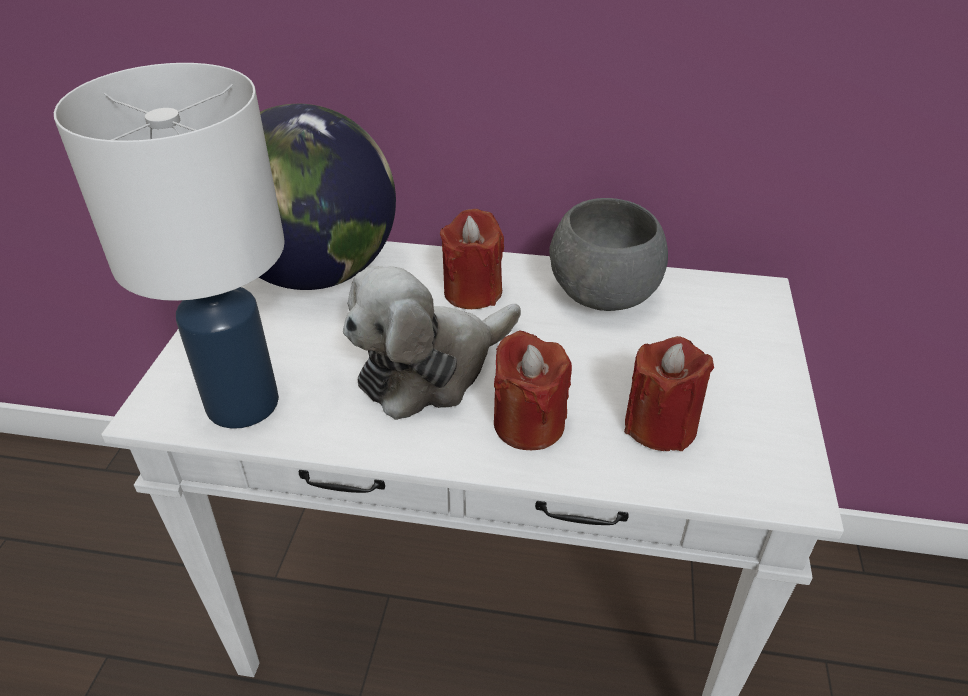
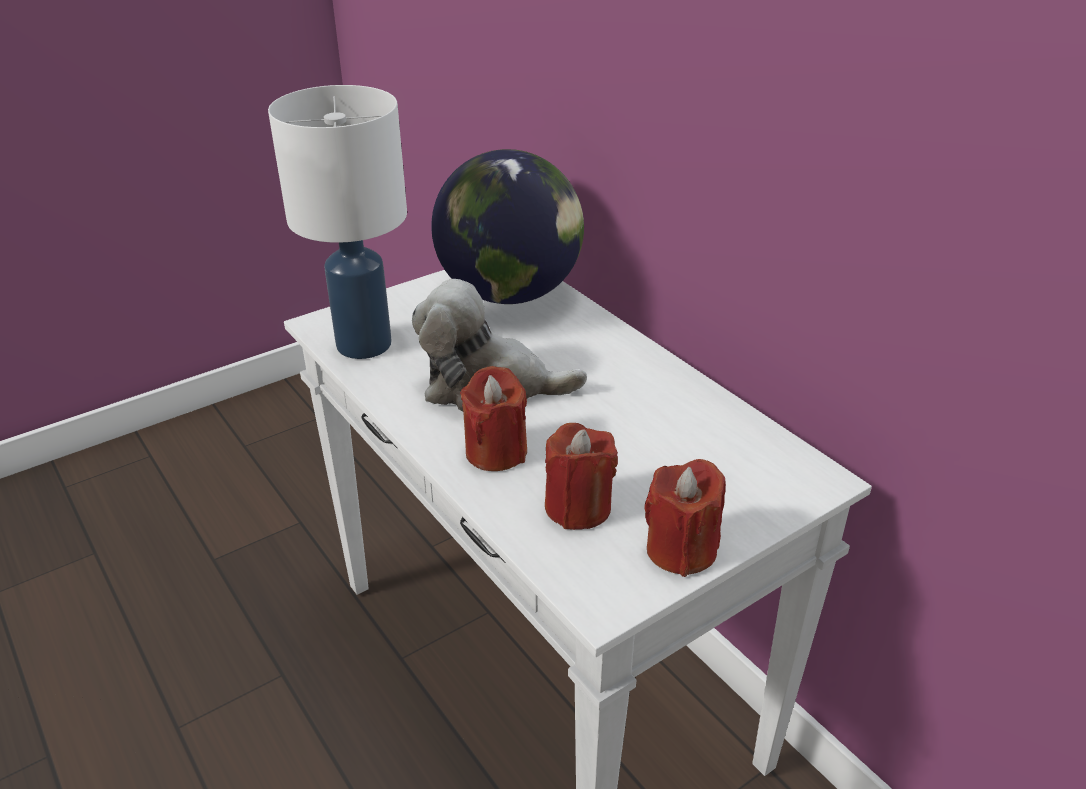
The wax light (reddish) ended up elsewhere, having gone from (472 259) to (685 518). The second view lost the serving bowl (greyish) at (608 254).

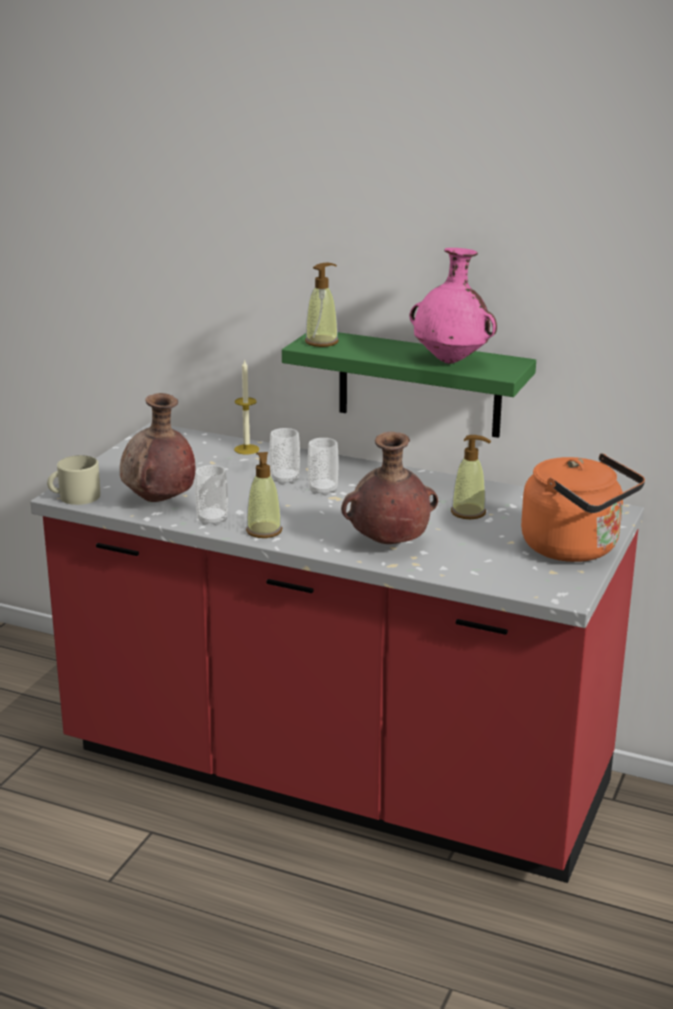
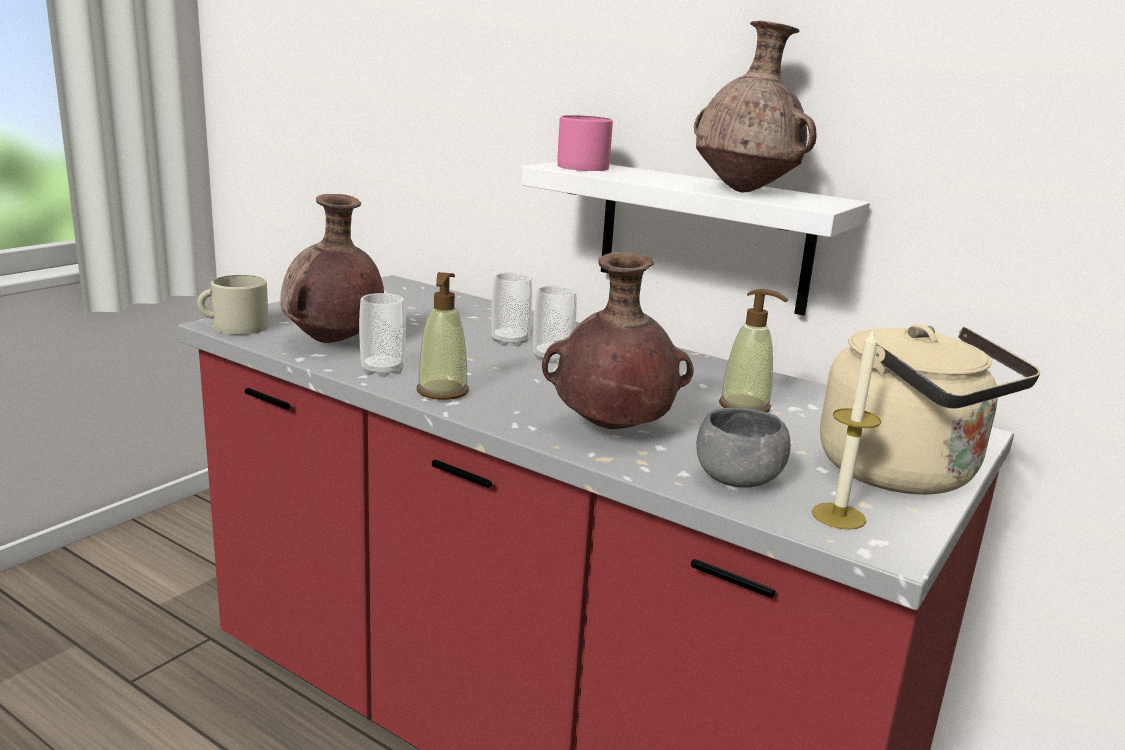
What was the bracket shelf (green-coloured) at (409 385) turned into the bracket shelf (white) at (696 239). Where the soap bottle stood at (322 304), the mug (pink-coloured) came to stand at (585 143). What was the decorative vase (pink-coloured) at (453 306) turned into the decorative vase (brown) at (755 107). The second view gained the serving bowl (greyish) at (743 448). The wax light ended up elsewhere, having gone from (246 407) to (846 428). What was the tea kettle (orange) at (583 507) turned into the tea kettle (beige) at (930 409).

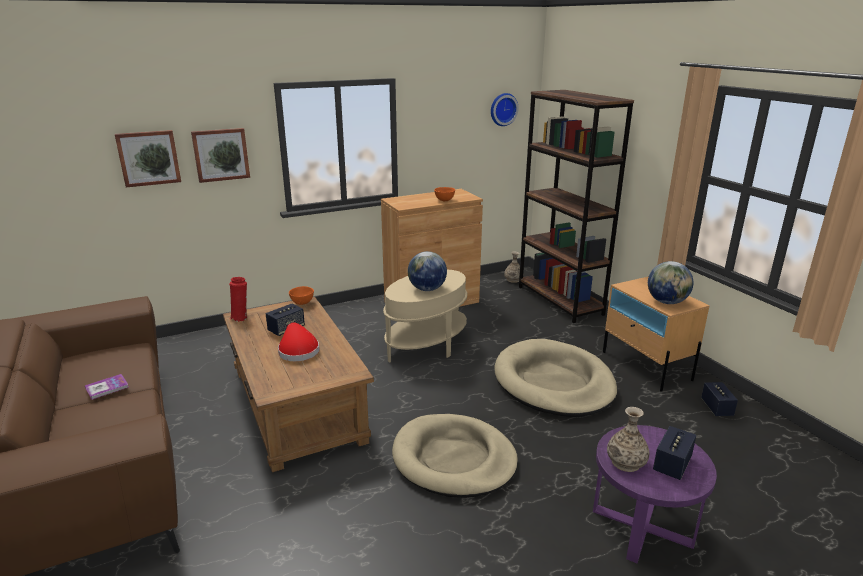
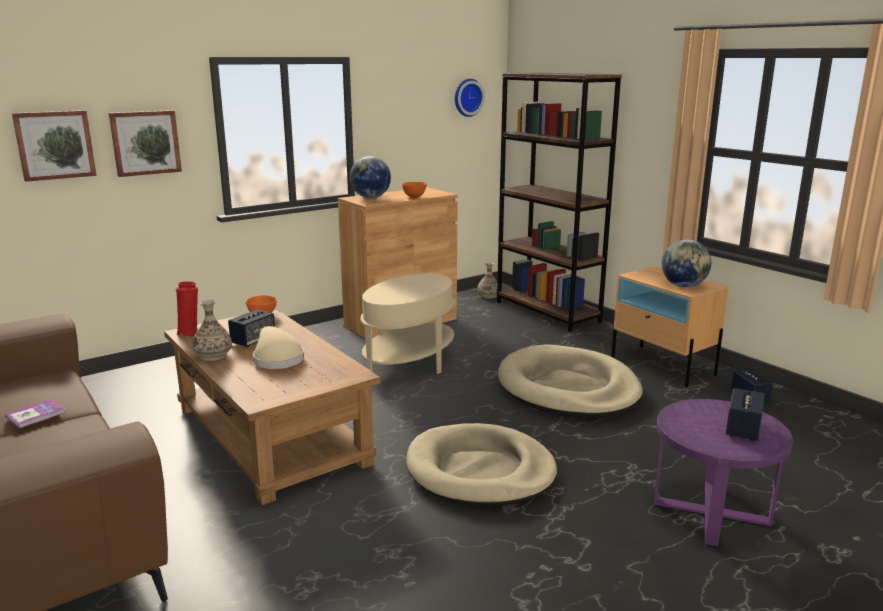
The decorative vase ended up elsewhere, having gone from (628 439) to (212 330). What was the wearable hat (reddish) at (299 341) turned into the wearable hat (beige) at (278 347). The globe ended up elsewhere, having gone from (427 271) to (370 177).

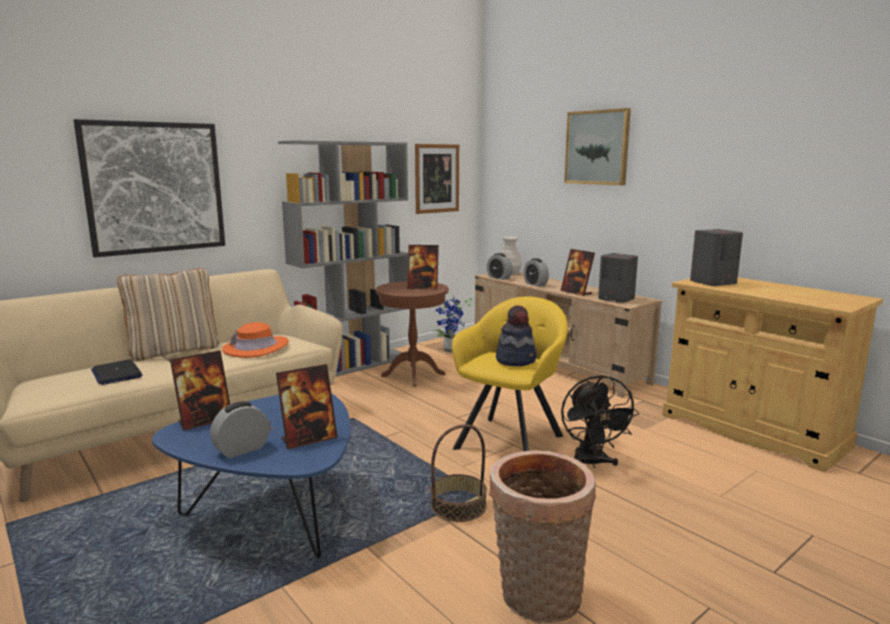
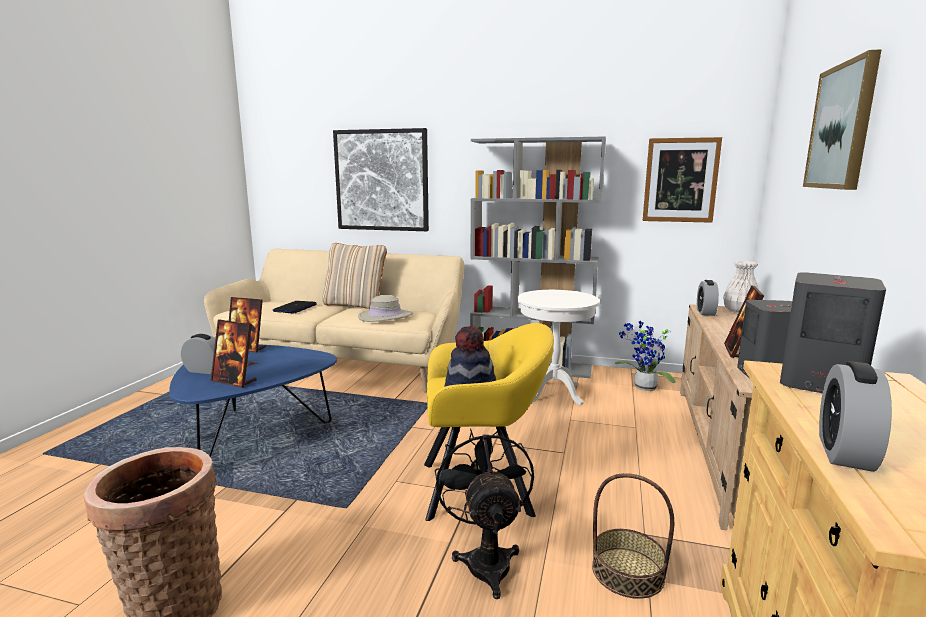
What was the wearable hat (orange) at (255 340) turned into the wearable hat (beige) at (385 308). The fan (black) at (600 421) ended up facing another way, 120 degrees clockwise from before. What was the side table (brown) at (412 334) turned into the side table (white) at (559 347). The household basket ended up elsewhere, having gone from (458 473) to (633 536). The alarm clock ended up elsewhere, having gone from (536 272) to (855 416). The second view lost the standing frame at (423 267).

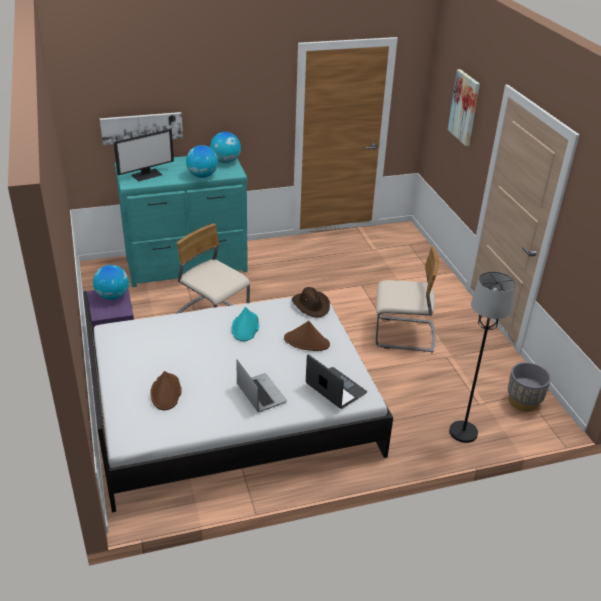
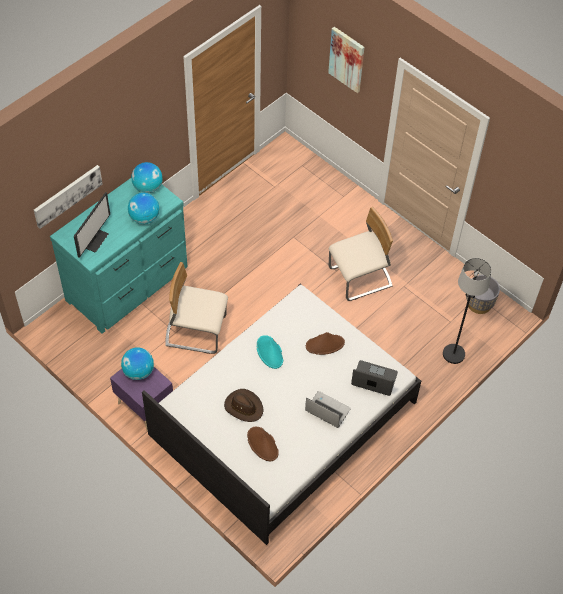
The wearable hat (brown) ended up elsewhere, having gone from (311 302) to (244 405).

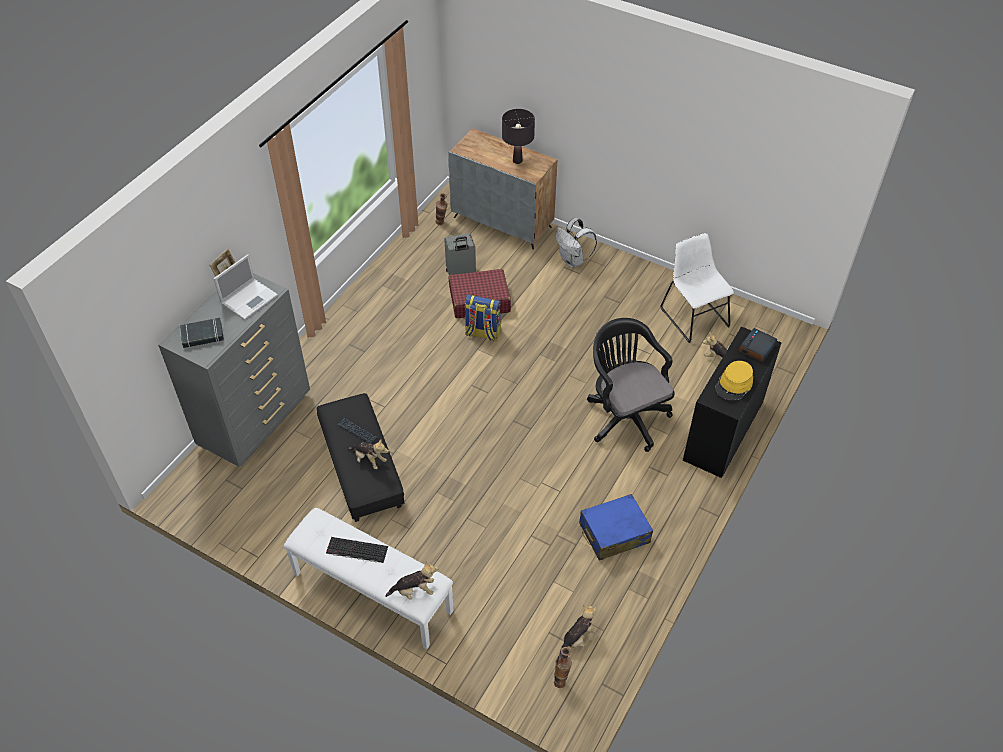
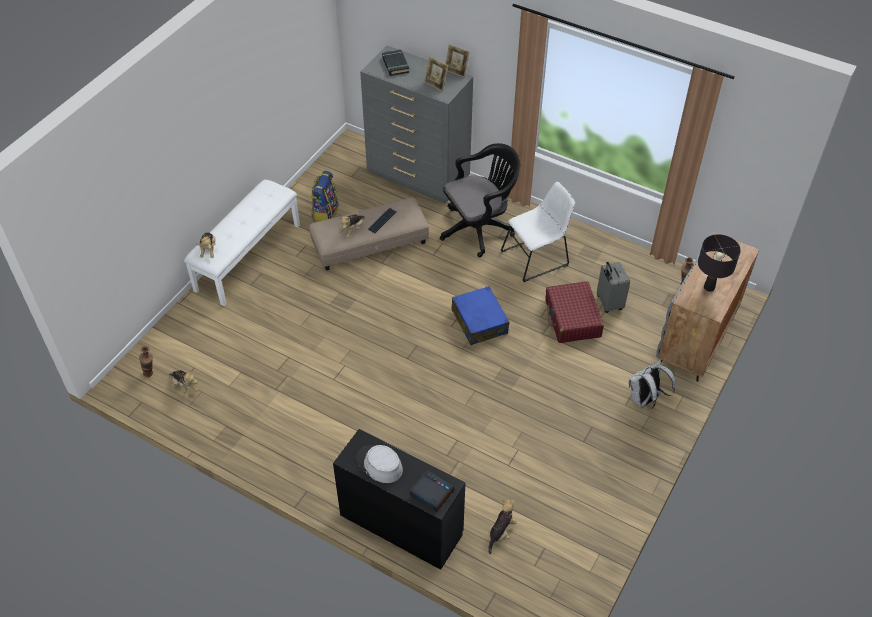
What was the footrest (black) at (360 457) turned into the footrest (beige) at (369 234). The backpack ended up elsewhere, having gone from (483 318) to (324 196). What was the wearable hat (yellowish) at (734 381) turned into the wearable hat (greyish) at (380 464). Where the notebook computer stood at (245 287), the standing frame came to stand at (436 73). The desk chair (black) ended up elsewhere, having gone from (631 385) to (480 200). The travel case (blue) ended up elsewhere, having gone from (616 527) to (480 315). The plain chair (white) ended up elsewhere, having gone from (697 288) to (538 232). The second view lost the computer keyboard at (357 550).

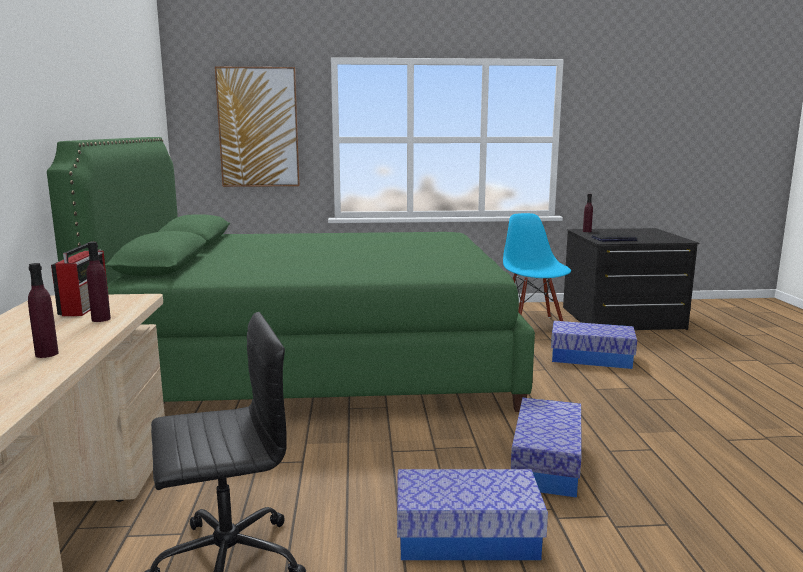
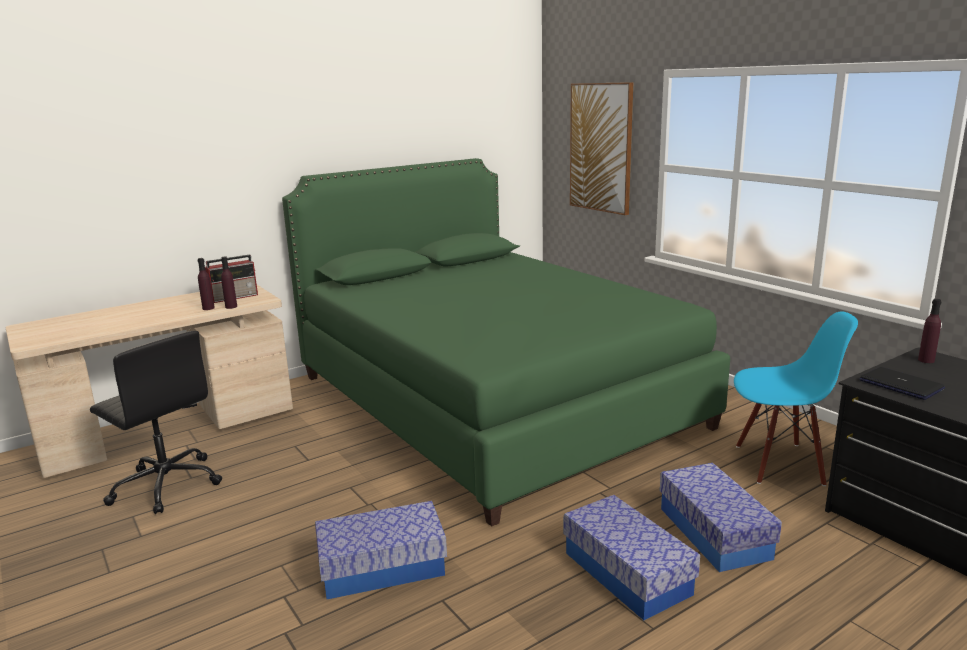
The drink bottle (purplish) ended up elsewhere, having gone from (43 310) to (229 283). The storage box ended up elsewhere, having gone from (472 514) to (632 557). The plain chair (blue) at (537 267) ended up facing another way, 45 degrees clockwise from before.

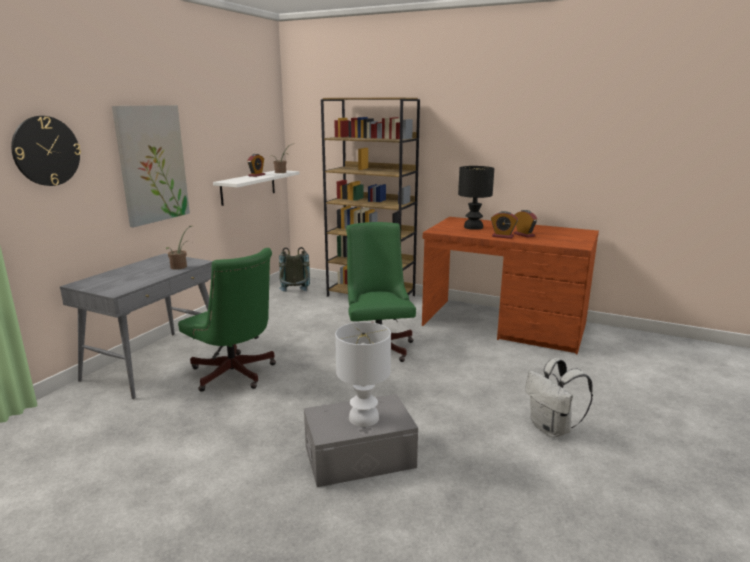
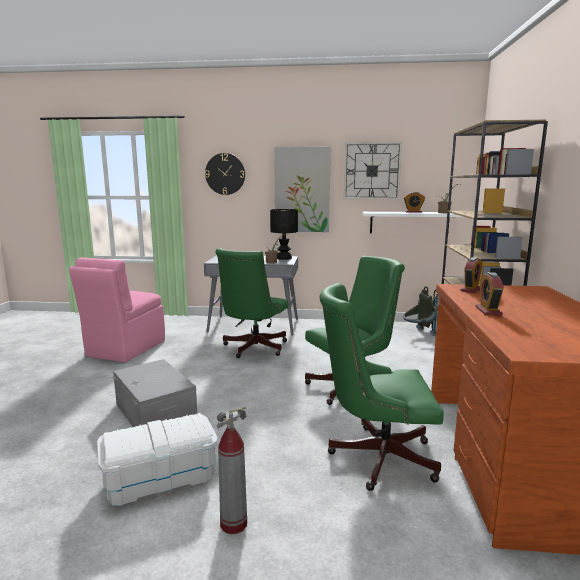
The second view gained the plain chair (pink-coloured) at (117 309). The second view gained the storage box (white) at (157 459). Where the backpack (white) stood at (559 398), the fire extinguisher came to stand at (232 470). The tabletop lamp (black) ended up elsewhere, having gone from (476 198) to (284 234). The second view gained the desk chair (green-coloured) at (381 387). The second view gained the hanging clock at (372 171). The alarm clock ended up elsewhere, having gone from (525 224) to (471 275). The second view lost the tabletop lamp (white) at (363 374).

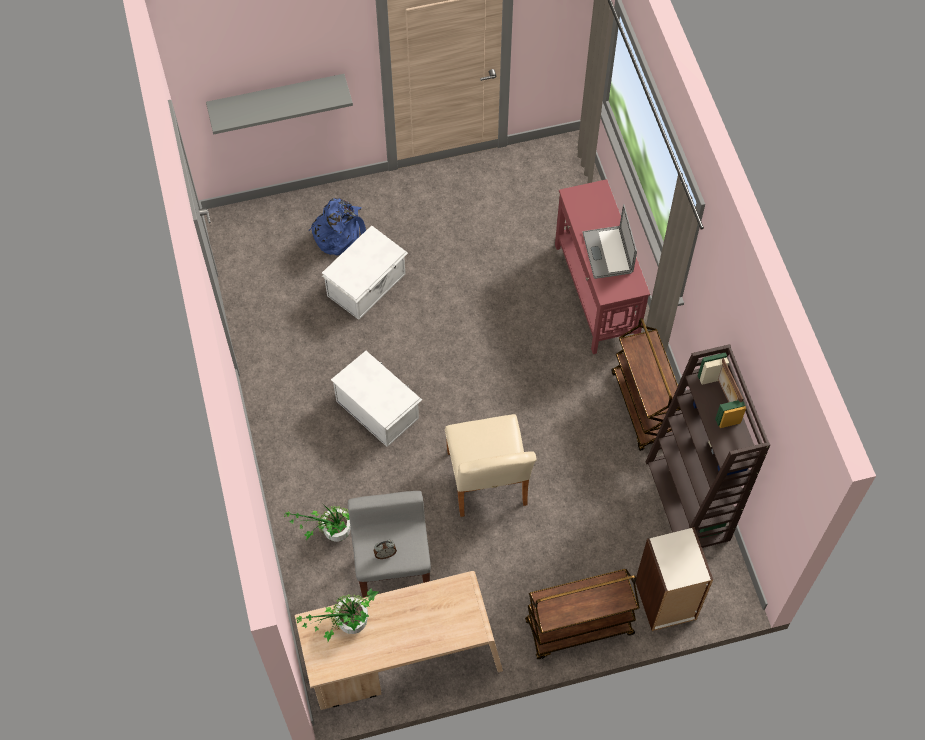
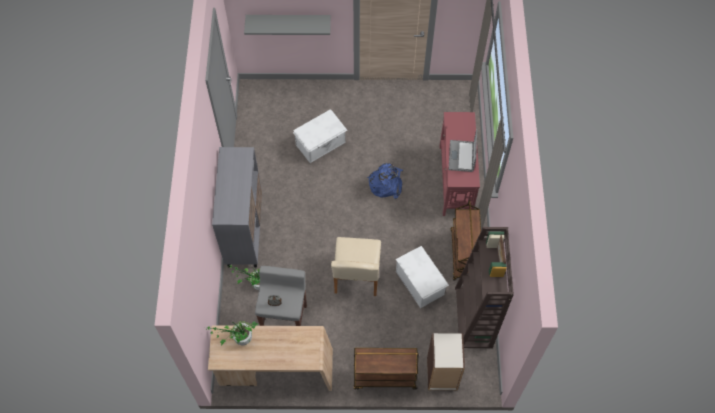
The second view gained the cupboard (greyish) at (237 207). The backpack (blue) ended up elsewhere, having gone from (337 227) to (385 181). The storage box (white) ended up elsewhere, having gone from (376 399) to (422 277).

